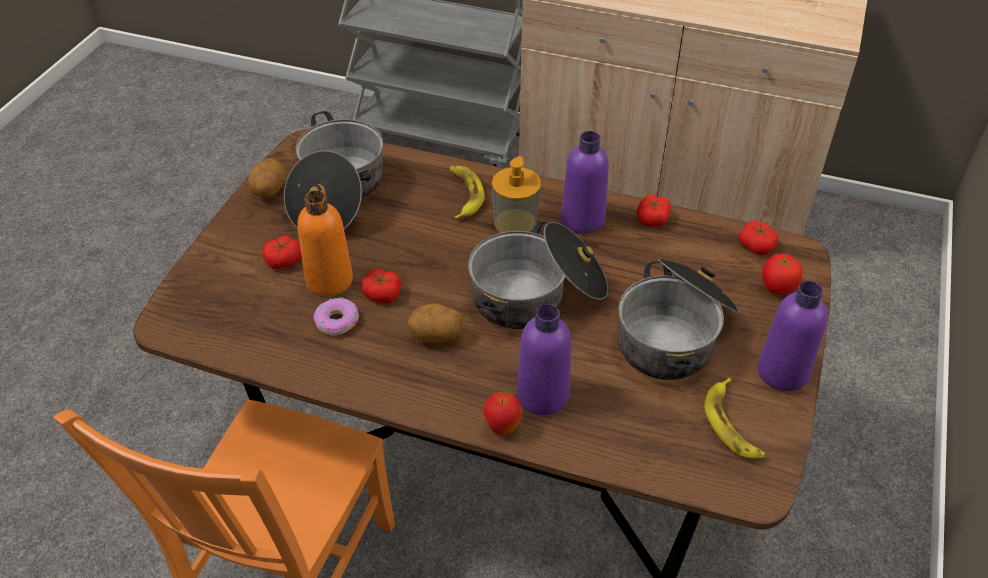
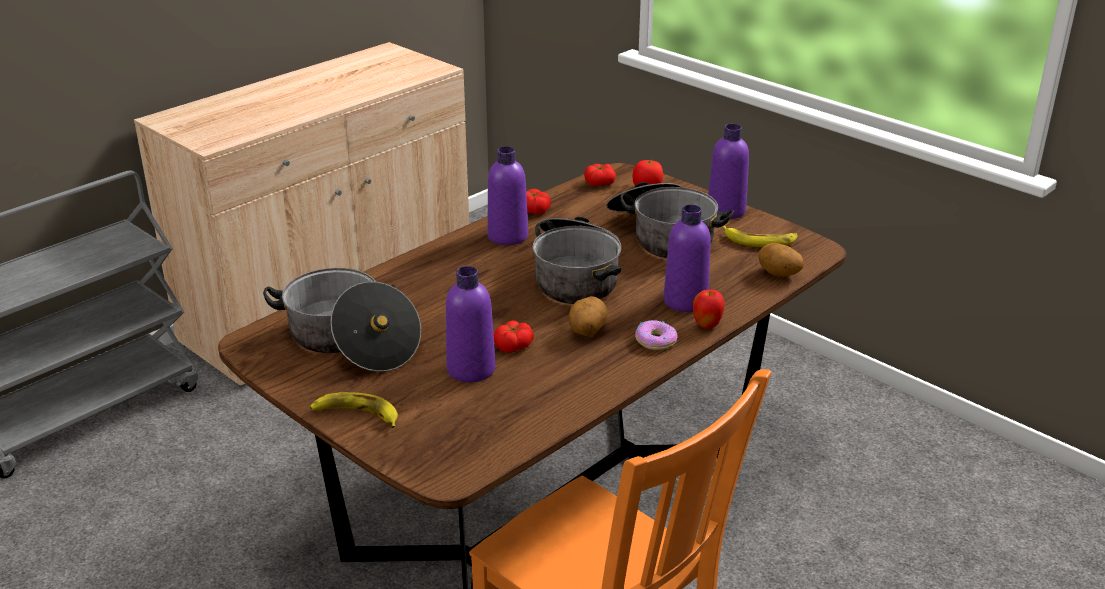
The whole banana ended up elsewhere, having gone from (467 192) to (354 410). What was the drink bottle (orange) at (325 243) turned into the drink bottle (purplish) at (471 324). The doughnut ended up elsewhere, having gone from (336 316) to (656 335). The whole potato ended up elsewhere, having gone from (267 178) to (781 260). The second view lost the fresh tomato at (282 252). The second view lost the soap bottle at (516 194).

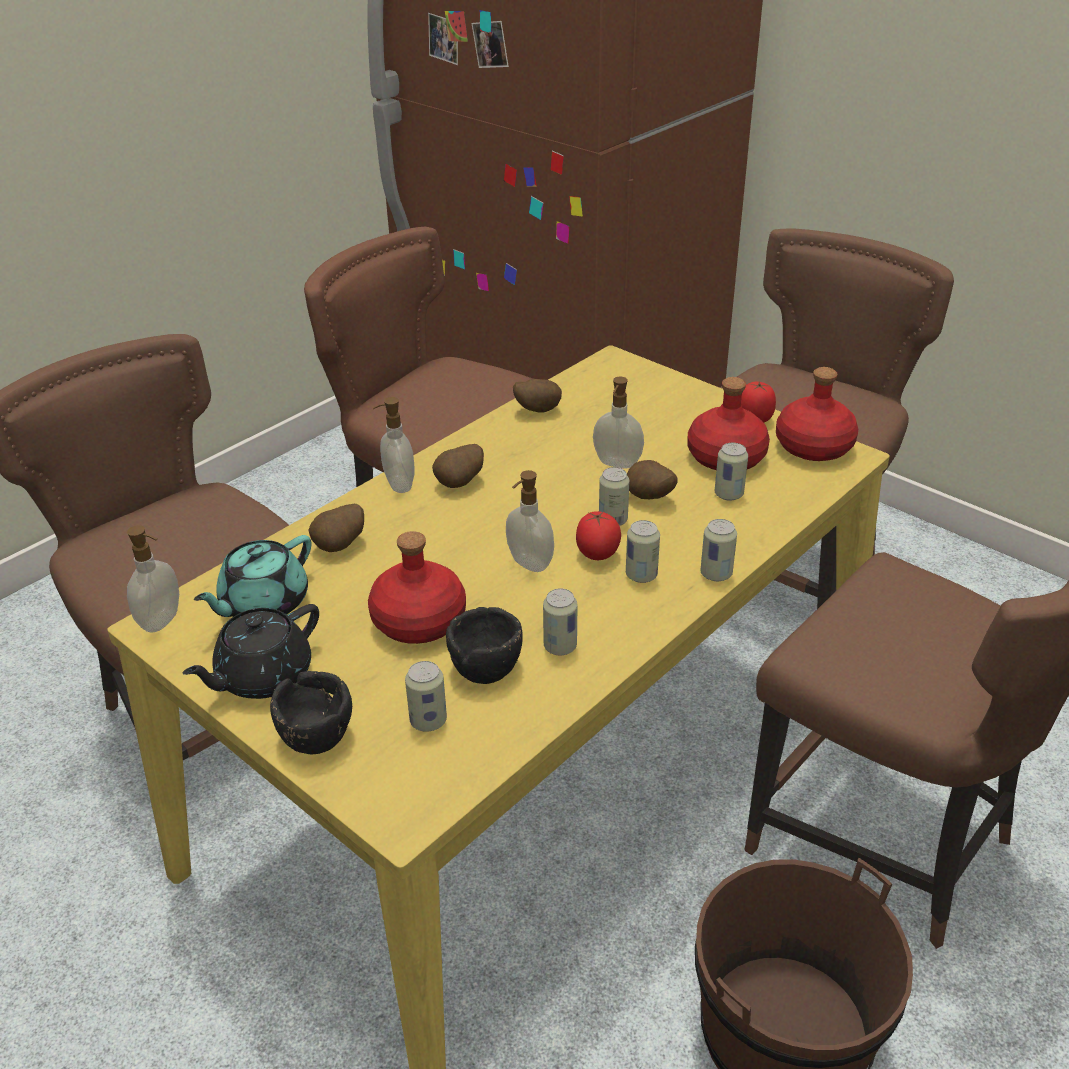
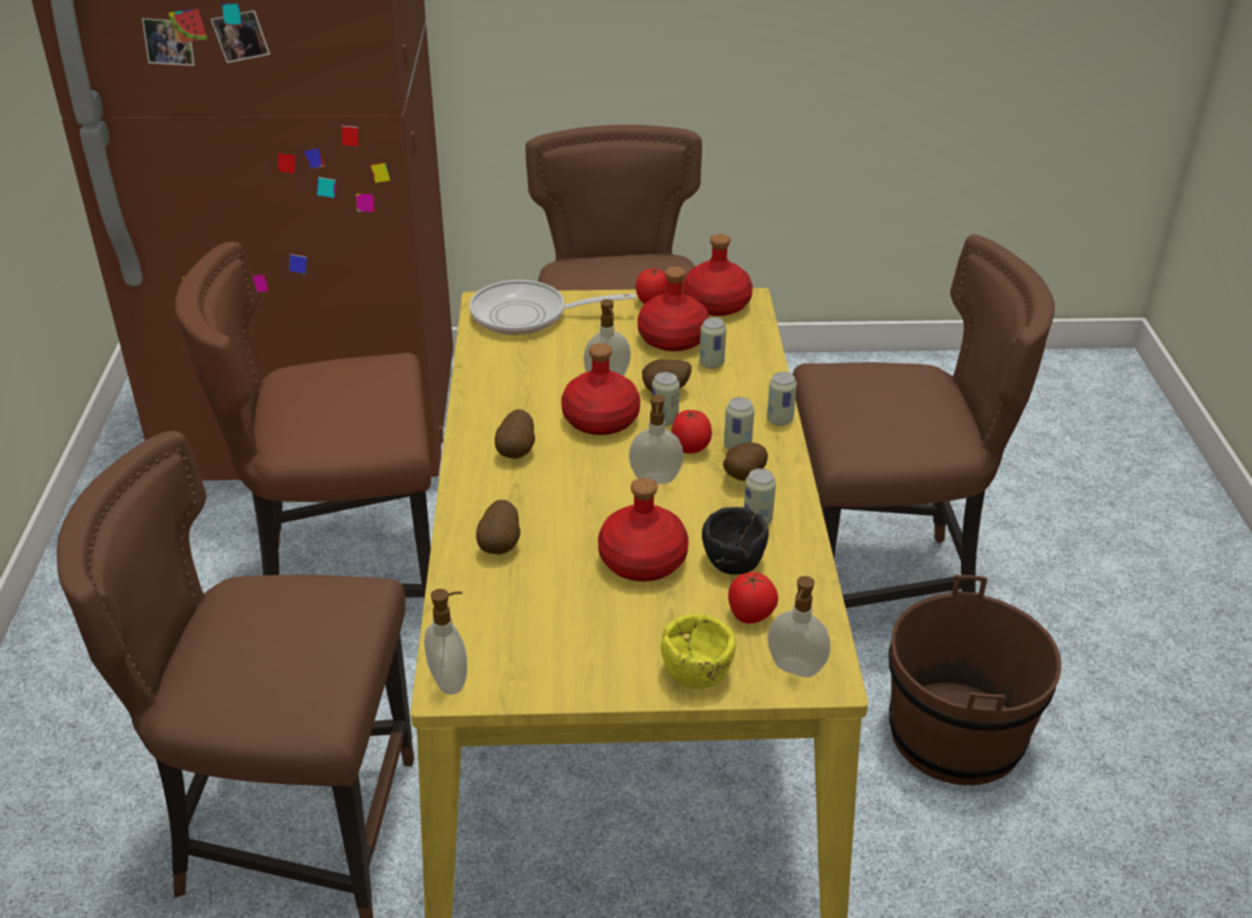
The second view gained the frying pan at (552 307). The second view gained the drink bottle (reddish) at (600 389). What was the serving bowl (black) at (311 712) turned into the serving bowl (yellowish) at (698 651). The whole potato ended up elsewhere, having gone from (537 396) to (745 461). Where the sealed can stood at (426 696), the fresh tomato came to stand at (753 598). The soap bottle ended up elsewhere, having gone from (393 445) to (799 626). The second view lost the pot for tea (black) at (251 651). The second view lost the pot for tea (turquoise-coloured) at (252 576).

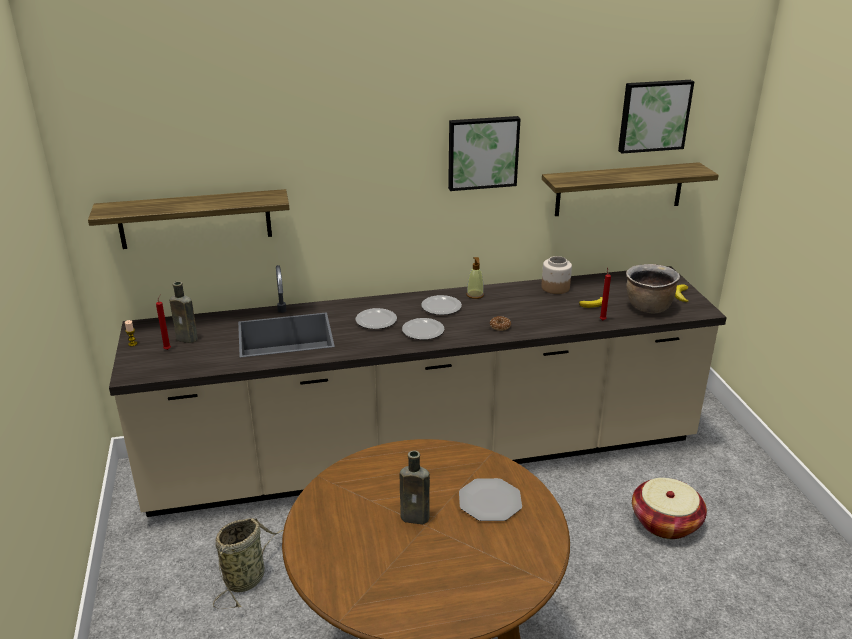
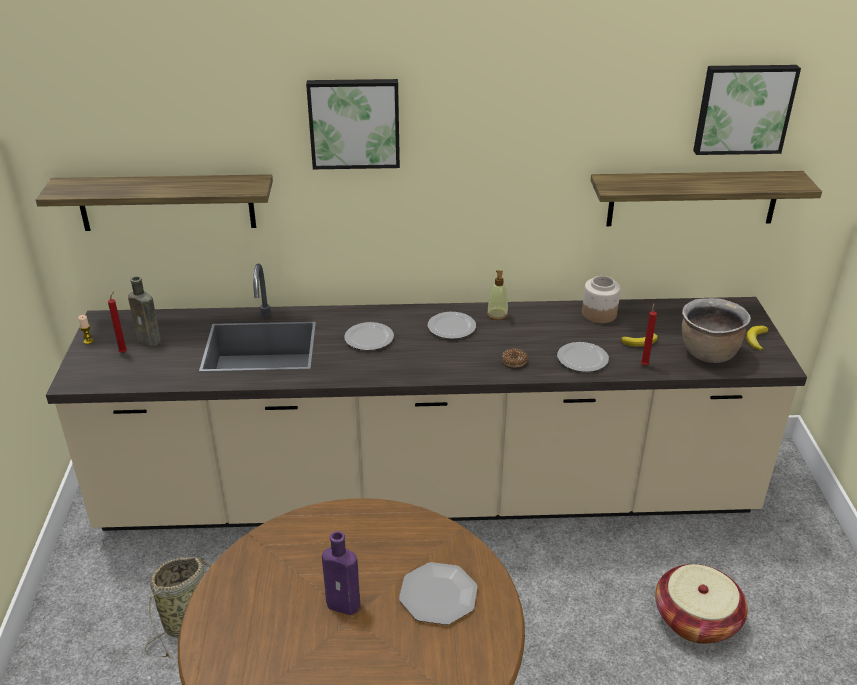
The wall art ended up elsewhere, having gone from (484 153) to (353 124). What was the drink bottle (brown) at (415 487) turned into the drink bottle (purplish) at (341 573). The flat dish ended up elsewhere, having gone from (423 329) to (583 357).

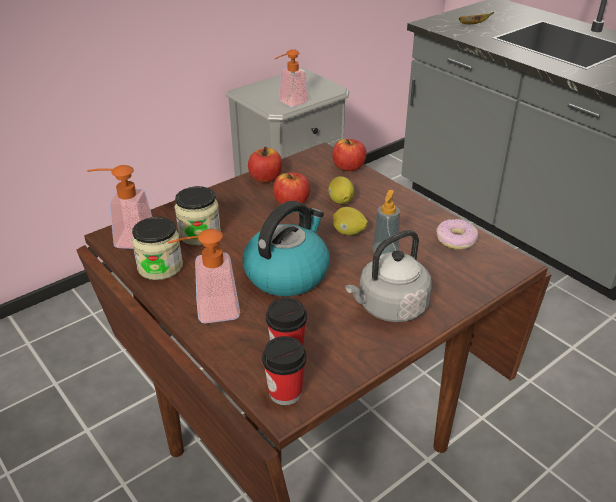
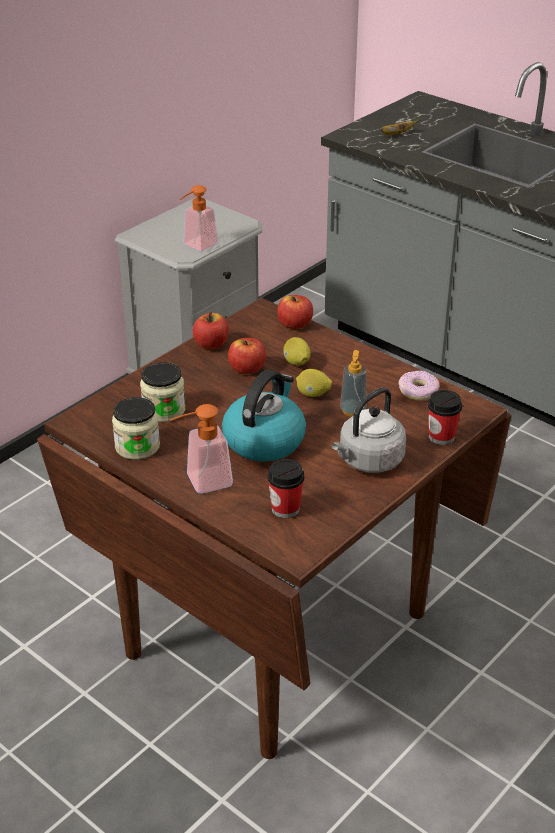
The cup ended up elsewhere, having gone from (284 370) to (445 417). The second view lost the soap bottle at (119 207).

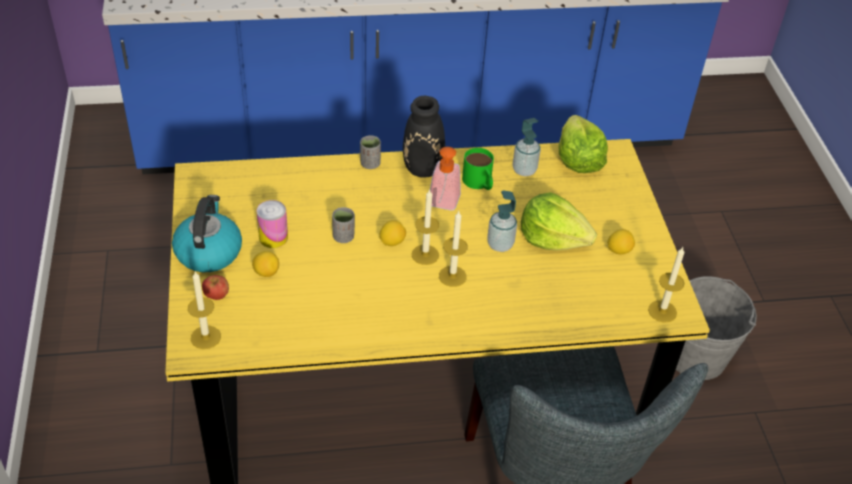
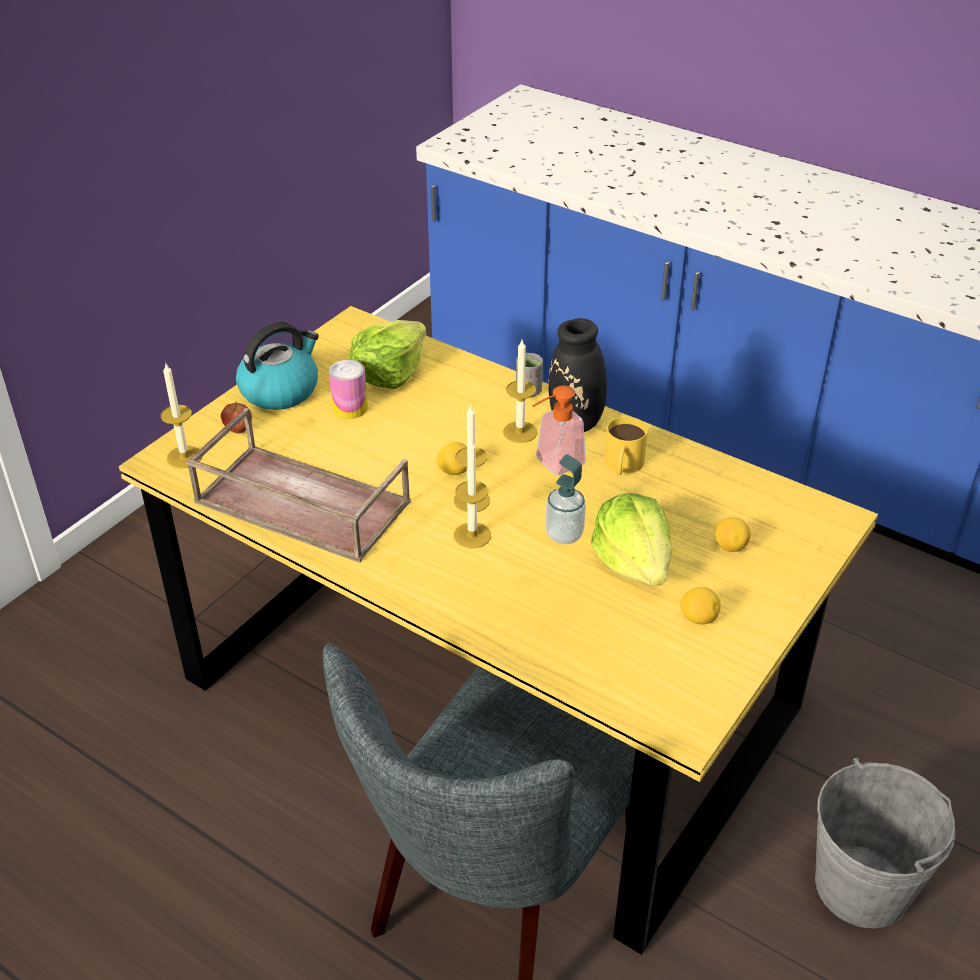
The second view gained the tray (brown) at (299 485). The lettuce head ended up elsewhere, having gone from (583 144) to (387 354). The wax light ended up elsewhere, having gone from (666 284) to (520 391). What was the mug (green-coloured) at (478 169) turned into the mug (yellowish) at (626 446). The whole lemon ended up elsewhere, having gone from (265 264) to (733 534). The second view lost the cup (greyish) at (343 225). The second view lost the soap bottle at (526 147).

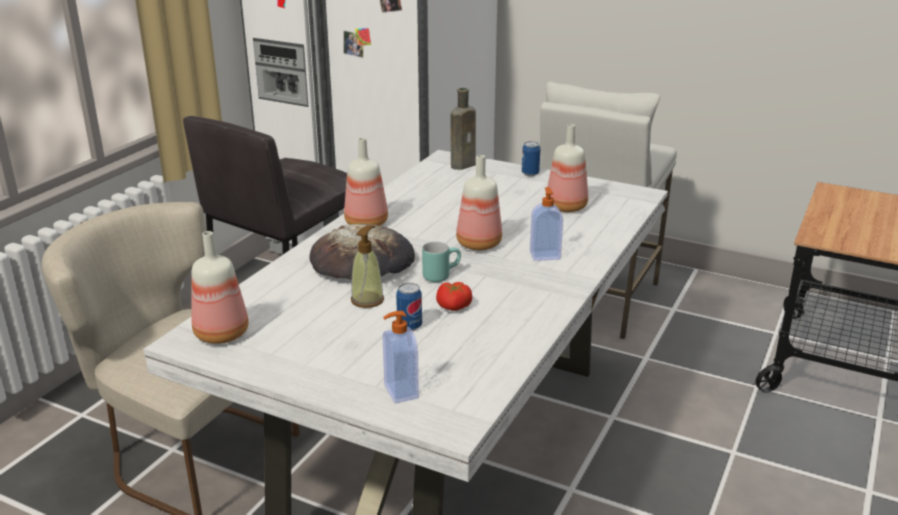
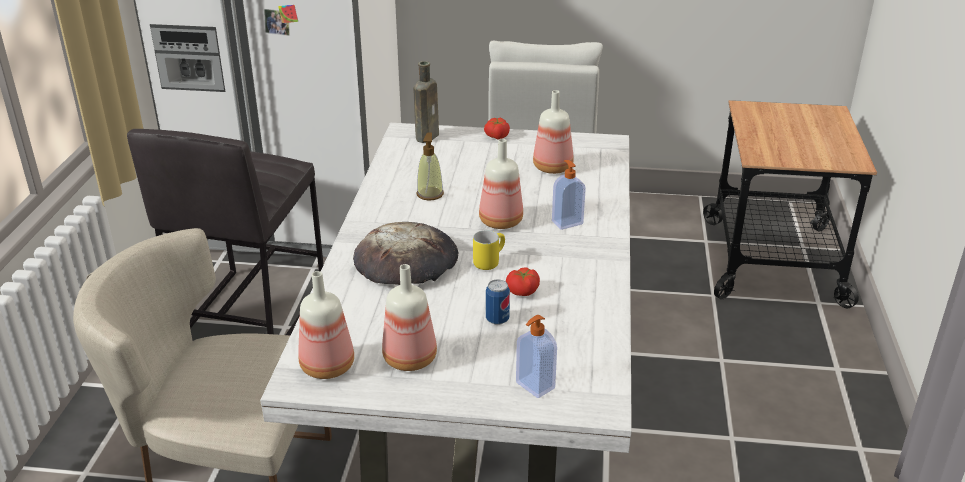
The drink bottle ended up elsewhere, having gone from (366 182) to (409 317). The soap bottle ended up elsewhere, having gone from (367 266) to (430 166). What was the mug (turquoise-coloured) at (441 261) turned into the mug (yellowish) at (489 250). Where the sealed can stood at (531 158), the fresh tomato came to stand at (497 129).

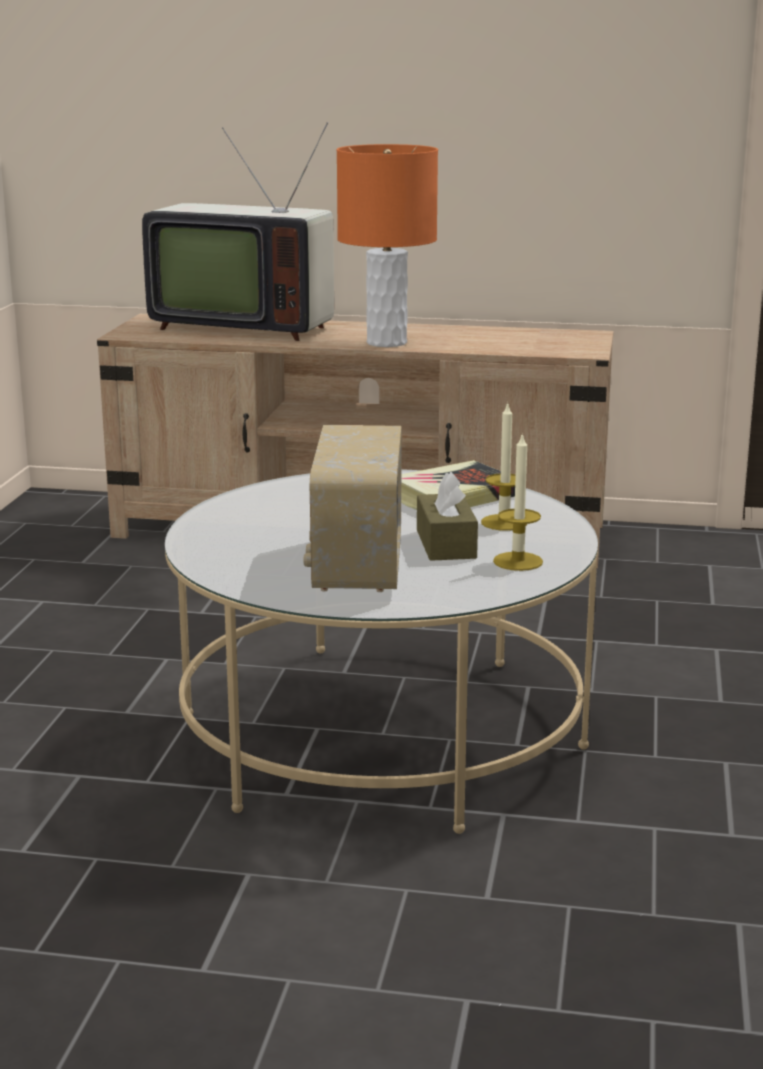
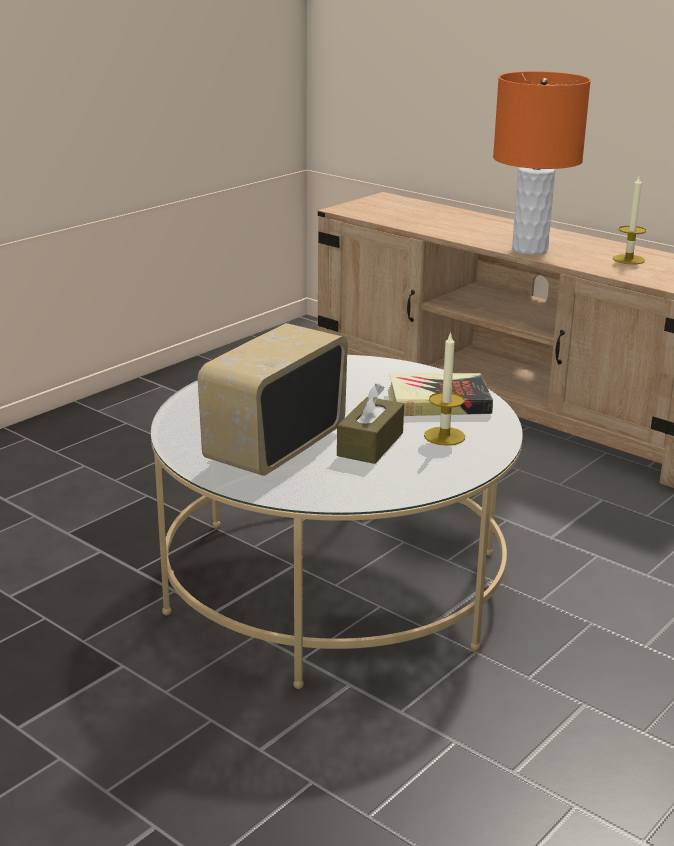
The wax light ended up elsewhere, having gone from (518 501) to (629 220). The second view lost the TV at (238 231).

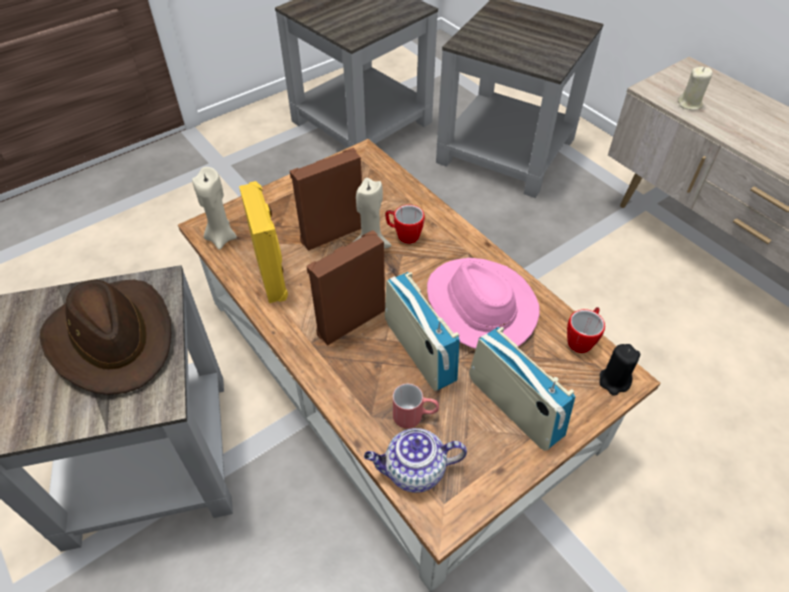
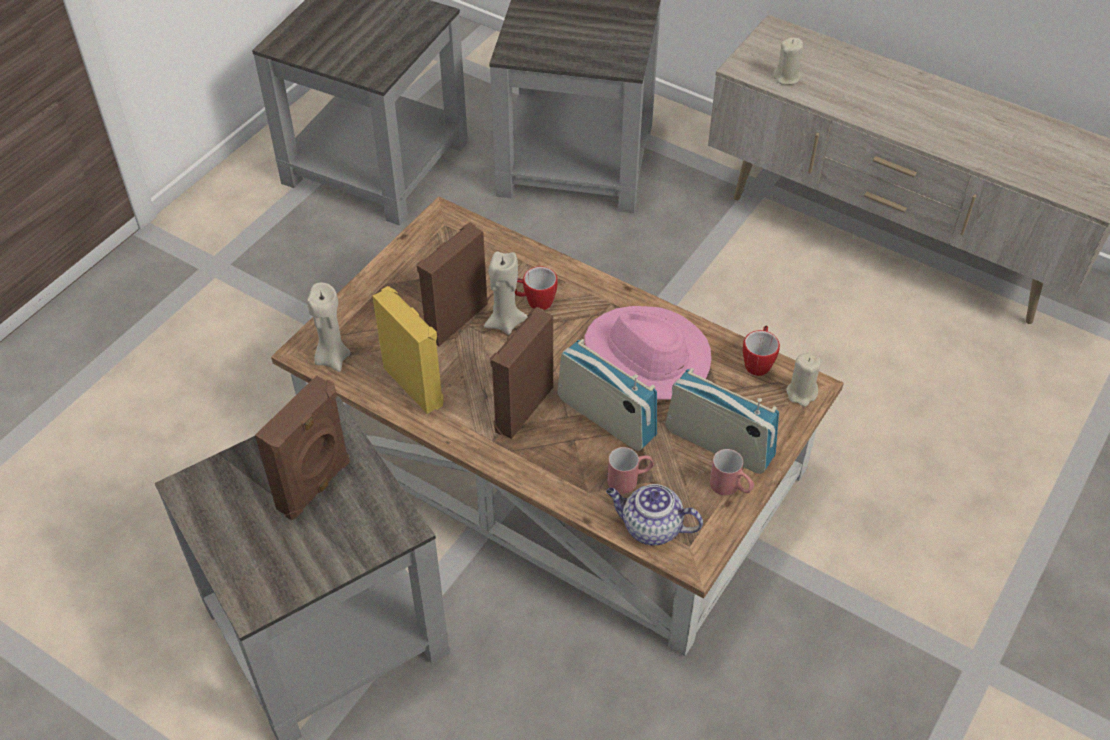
Where the wearable hat (brown) stood at (105 337), the speaker (brown) came to stand at (302 447). The pot for tea at (415 460) ended up facing another way, 45 degrees clockwise from before. The second view gained the mug (reddish) at (732 472). What was the wax light (black) at (619 370) turned into the wax light (beige) at (803 380).

